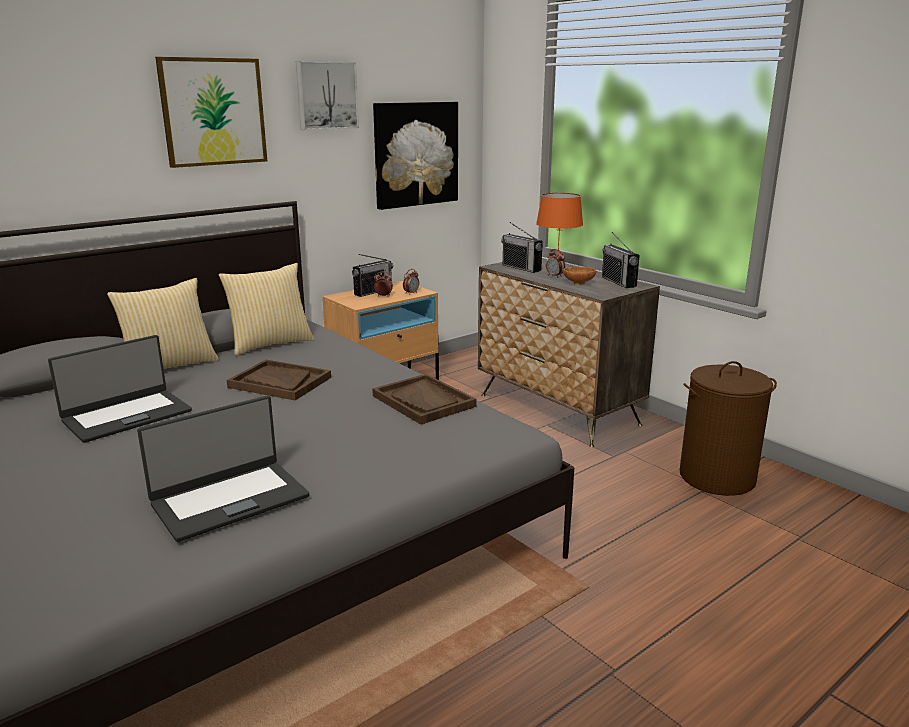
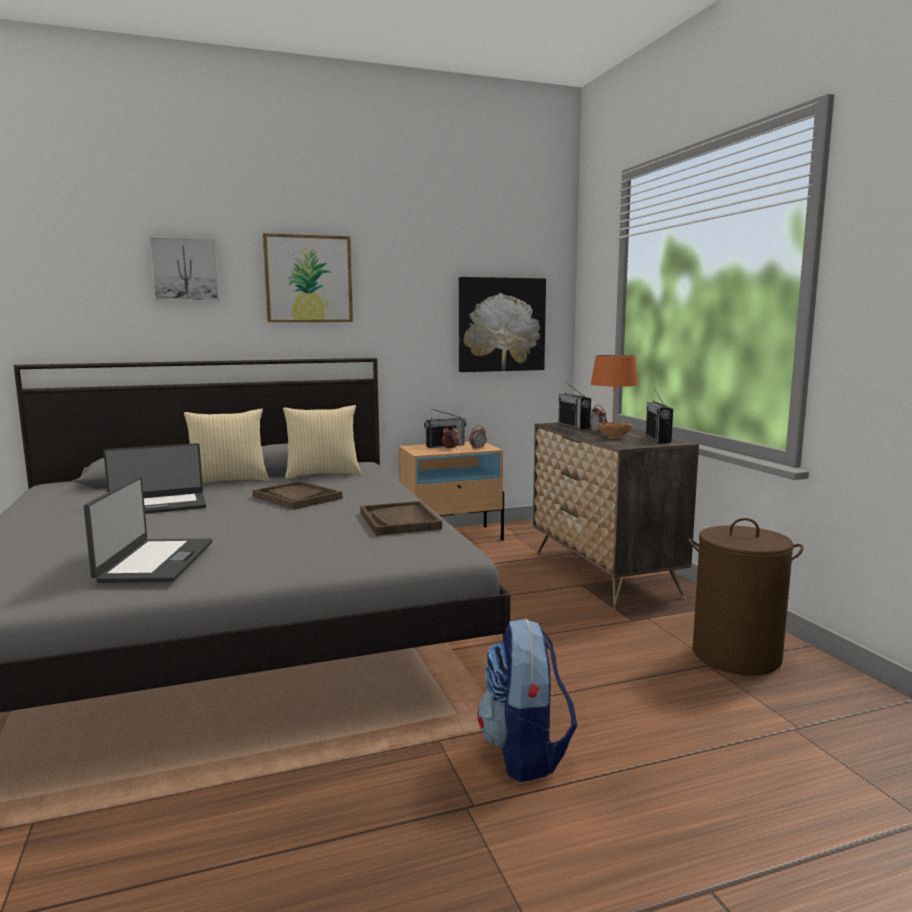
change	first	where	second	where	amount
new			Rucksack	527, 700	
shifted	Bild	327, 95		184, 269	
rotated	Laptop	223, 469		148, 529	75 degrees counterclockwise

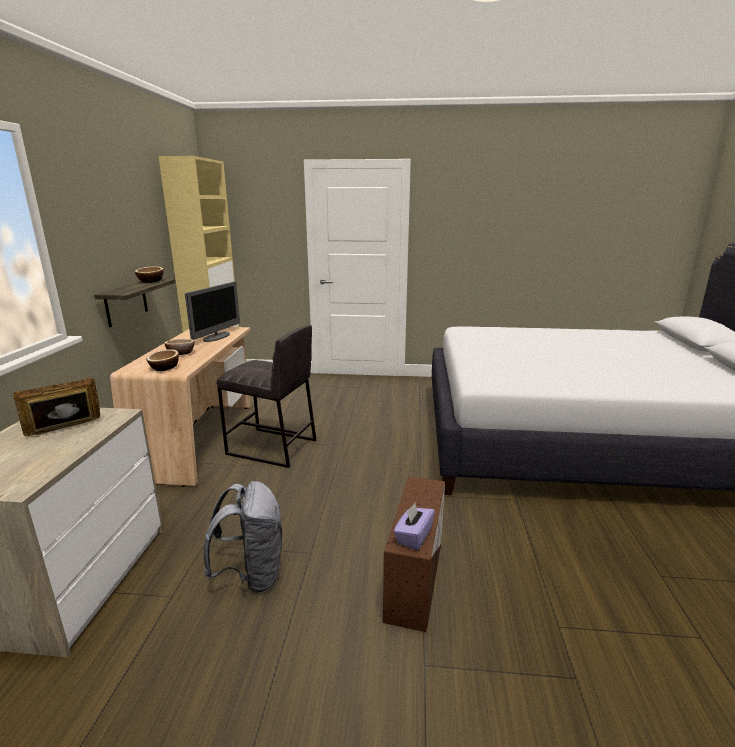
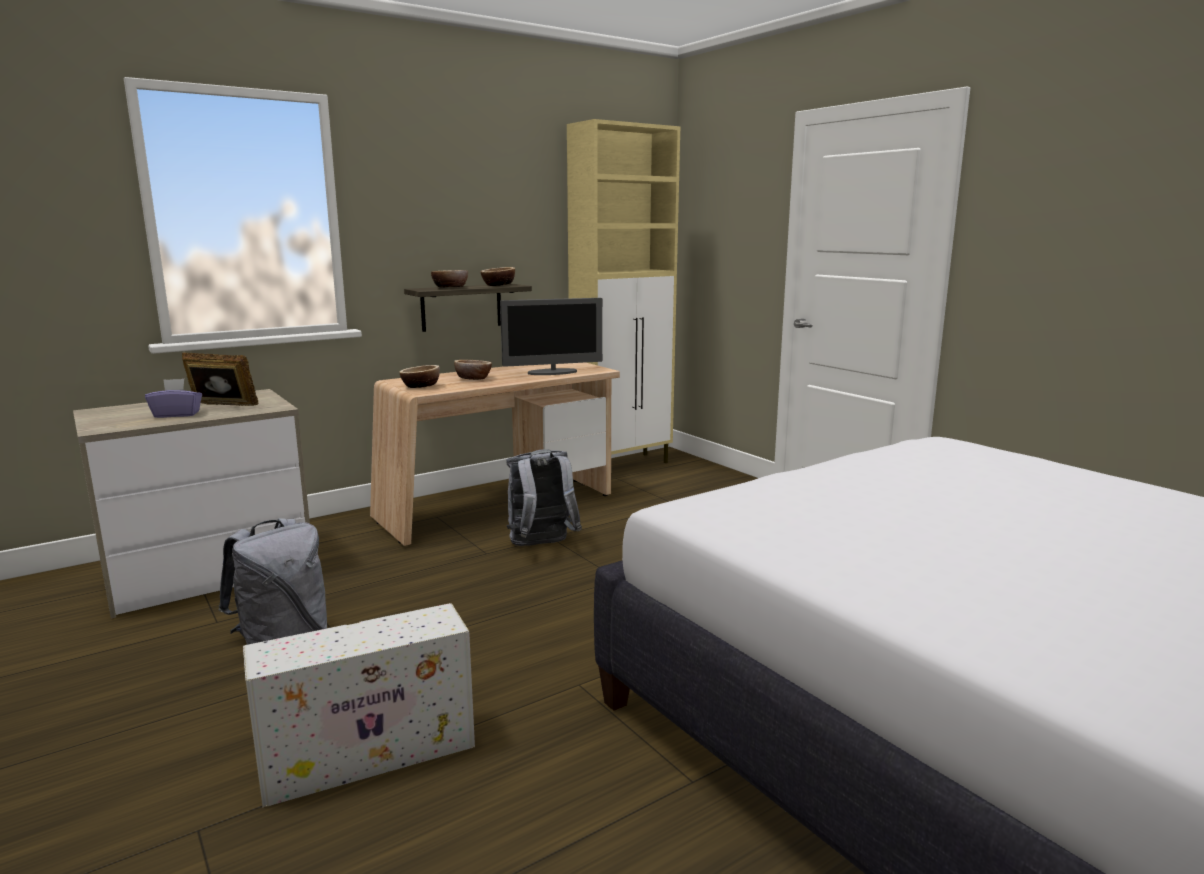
change	first	where	second	where	amount
new			Schüssel	449, 279	
shifted	Taschentuchbox/lila	414, 526		173, 398	
swapped	Hocker/grau	266, 396	Rucksack/grau	544, 497	
repainted	Aufbewahrungsbox/braun	414, 554	Aufbewahrungsbox/weiß	359, 705	

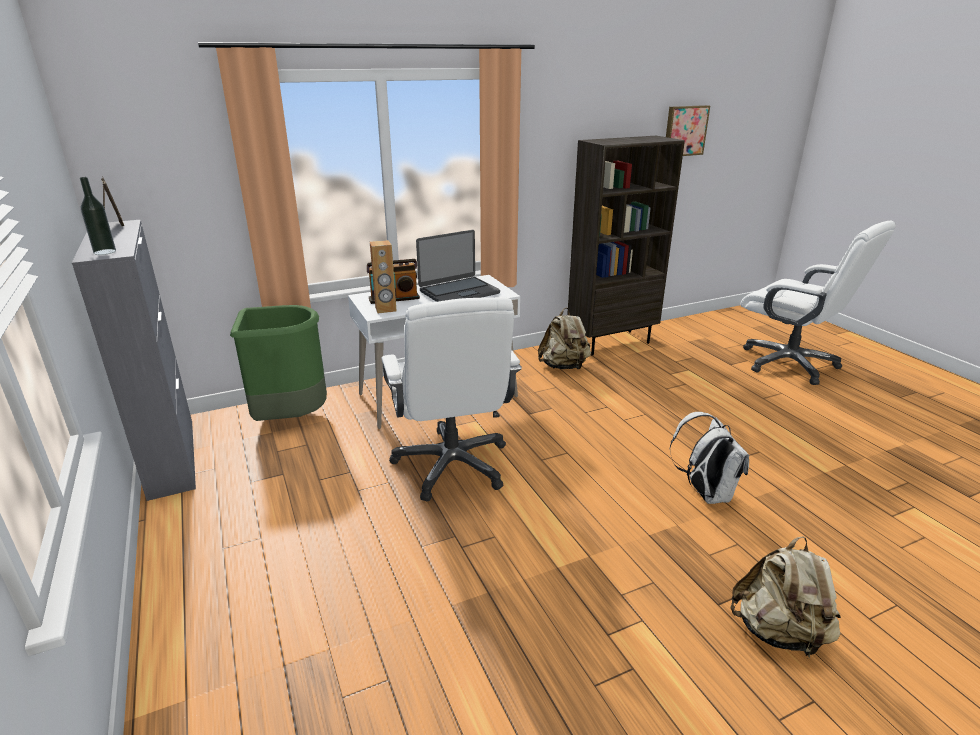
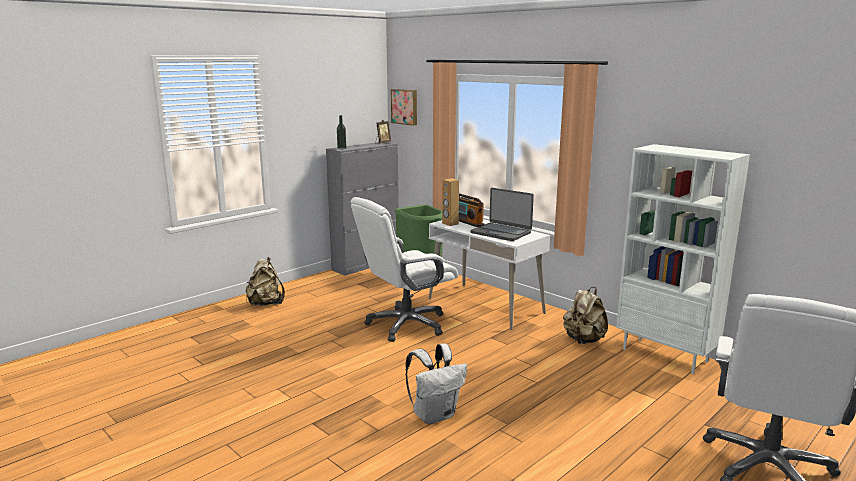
change	first	where	second	where	amount
shifted	Bild	688, 130		404, 107	
shifted	Rucksack/beige	785, 597		265, 281	
repainted	Bücherregal/braun	626, 246	Bücherregal/weiß	683, 259	

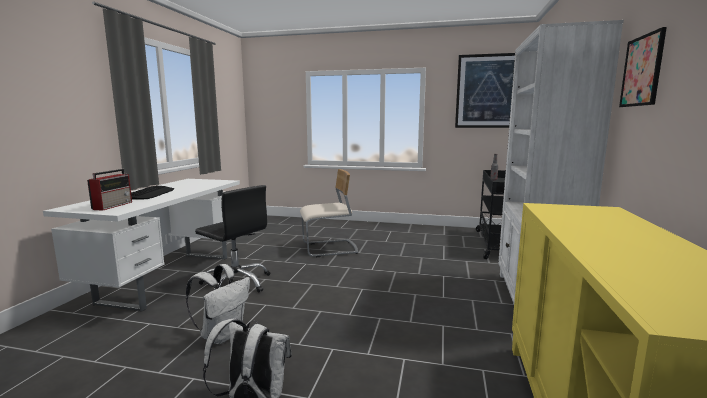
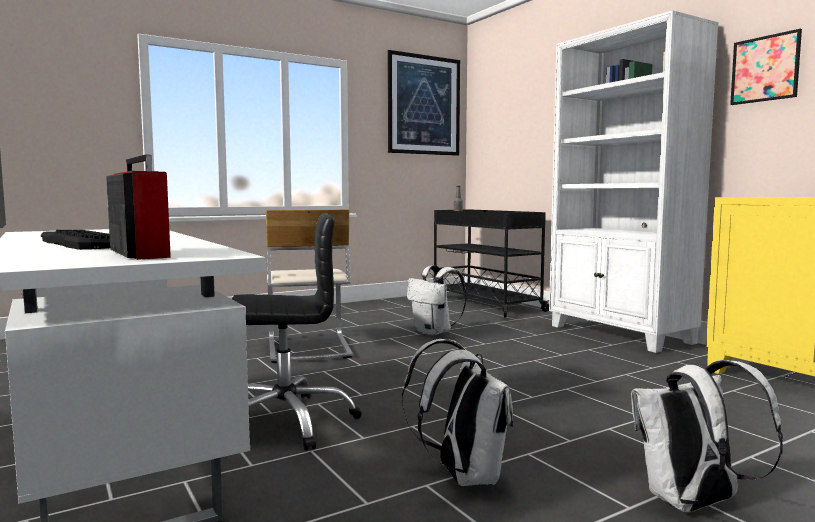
change	first	where	second	where	amount
new			Rucksack/weiß	437, 300	
rotated	Stuhl/beige	329, 213		309, 286	135 degrees clockwise

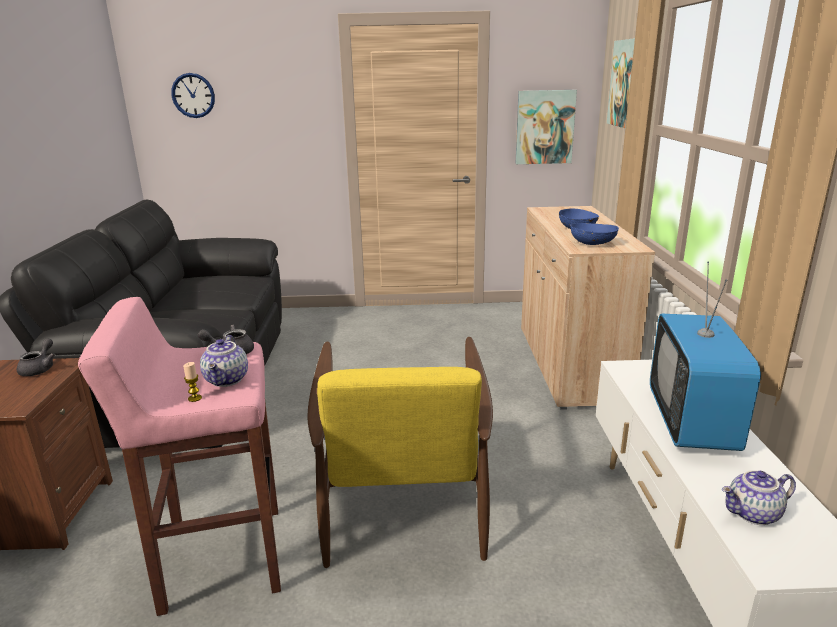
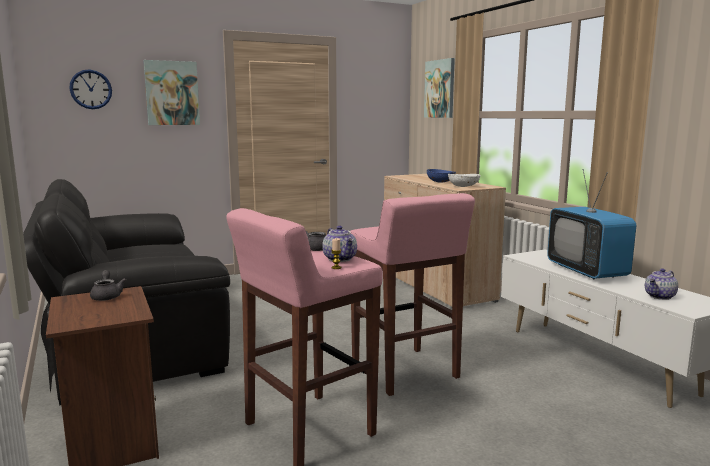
change	first	where	second	where	amount
shifted	Bild	546, 127		171, 92	
swapped	Sessel/gelb	400, 452	Hocker/rosa	412, 294	
repainted	Schüssel/blau	594, 234	Schüssel/weiß	464, 180	

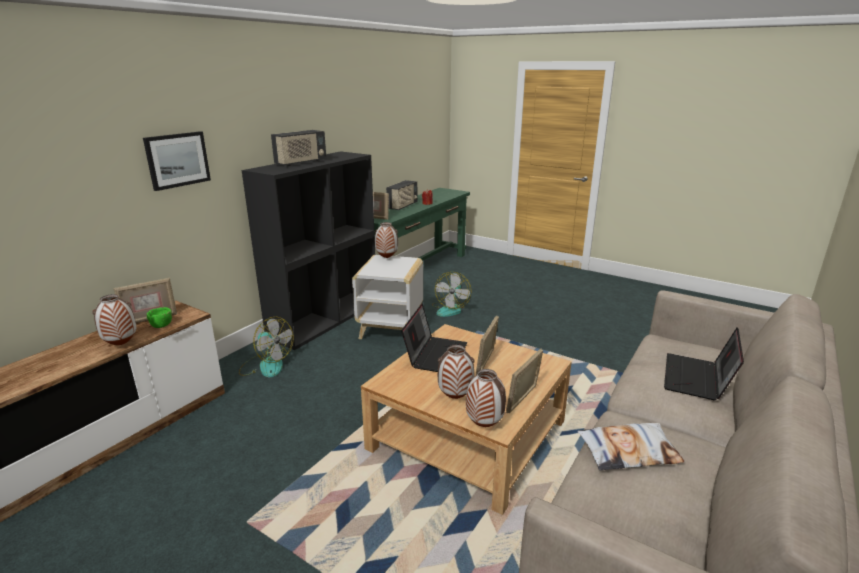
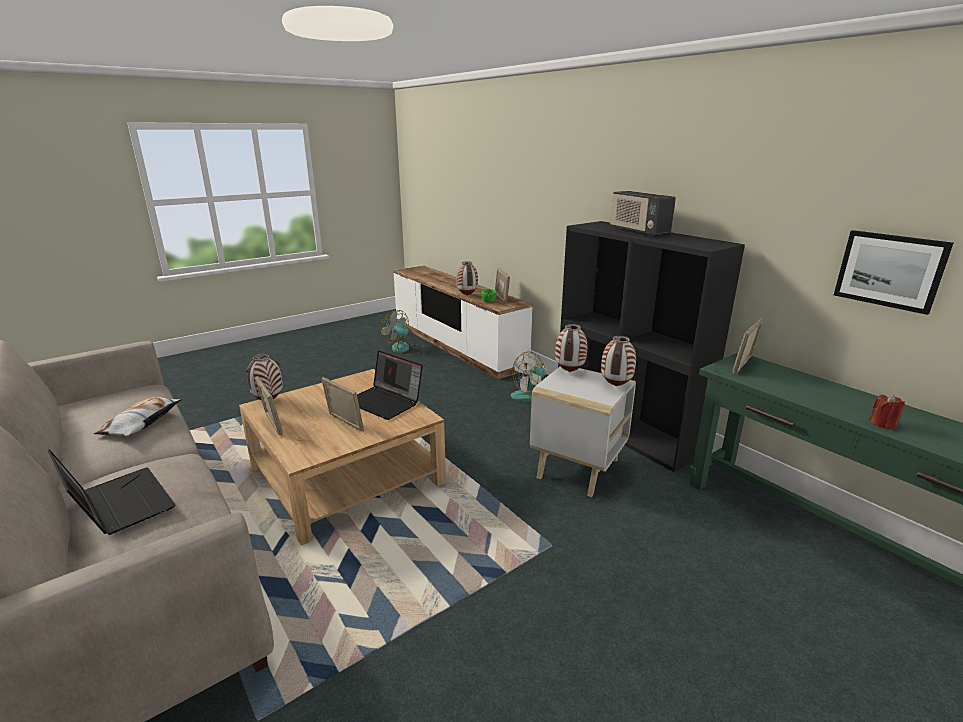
change	first	where	second	where	amount
gone	Radio	402, 195			
shifted	Bild	177, 161		893, 272	
shifted	Ventilator	451, 294		402, 332	
shifted	Vase	456, 372		571, 348	

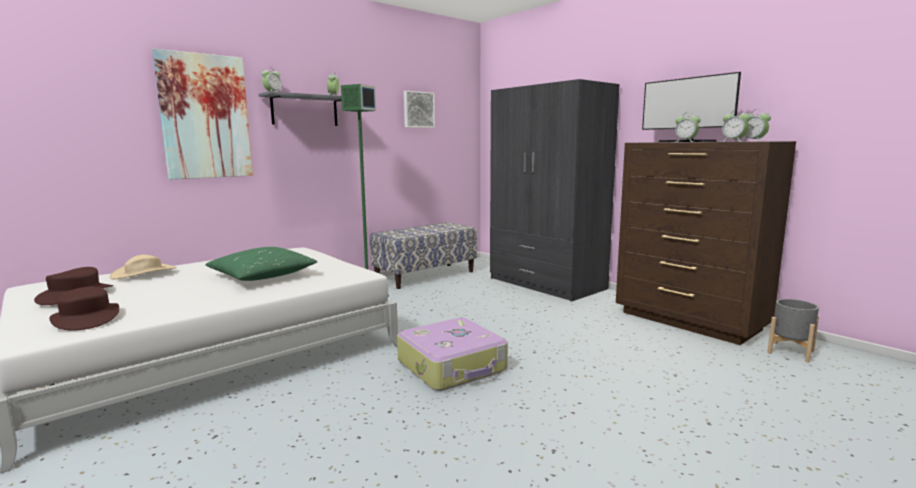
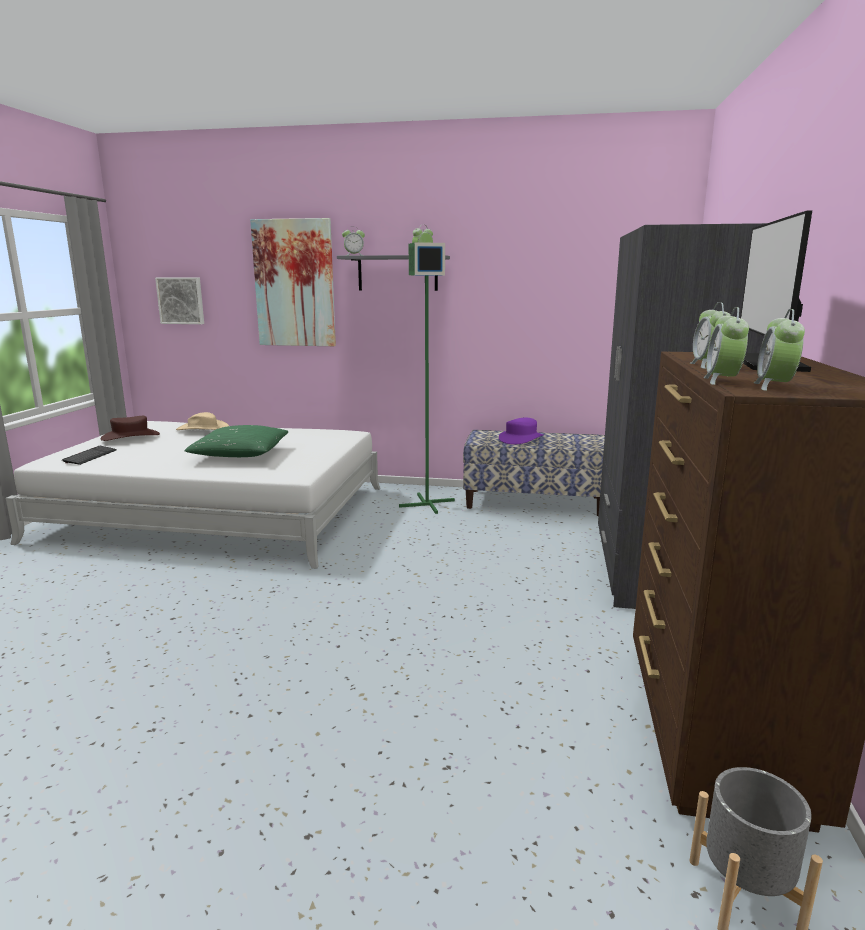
change	first	where	second	where	amount
gone	Koffer	452, 354			
new			Hut/lila	521, 431	
shifted	Bild	419, 109		179, 301	
swapped	Hut/braun	84, 309	Tastatur	89, 455	

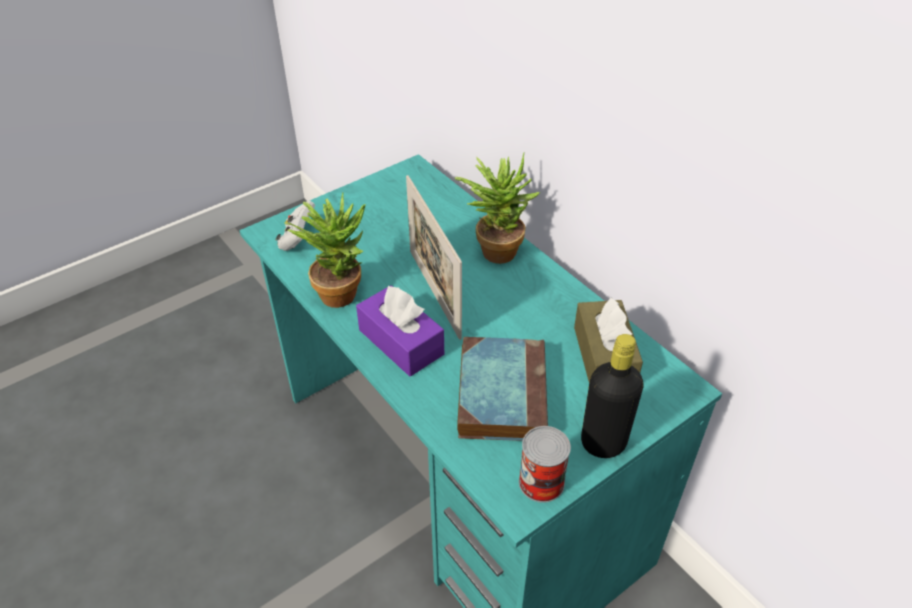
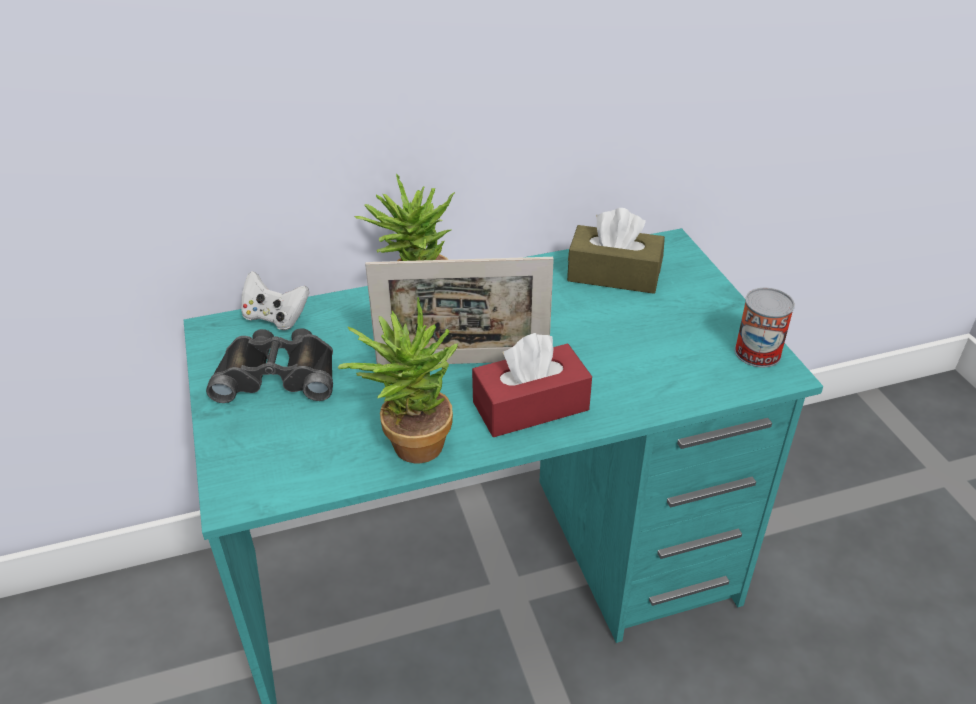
change	first	where	second	where	amount
gone	Buch	502, 389			
gone	Flasche/schwarz	612, 396			
new			Fernglas/schwarz	269, 365	
shifted	Gamepad/weiß	295, 226		275, 300	
repainted	Taschentuchbox/lila	400, 330	Taschentuchbox/rot	532, 385	

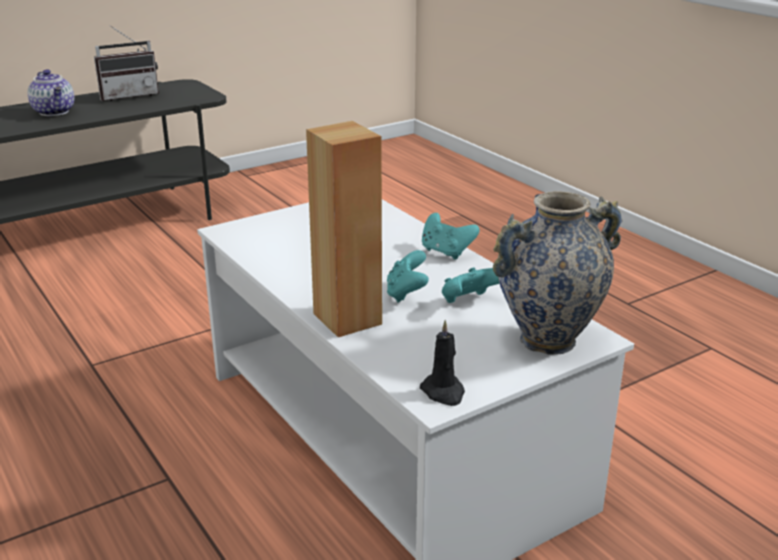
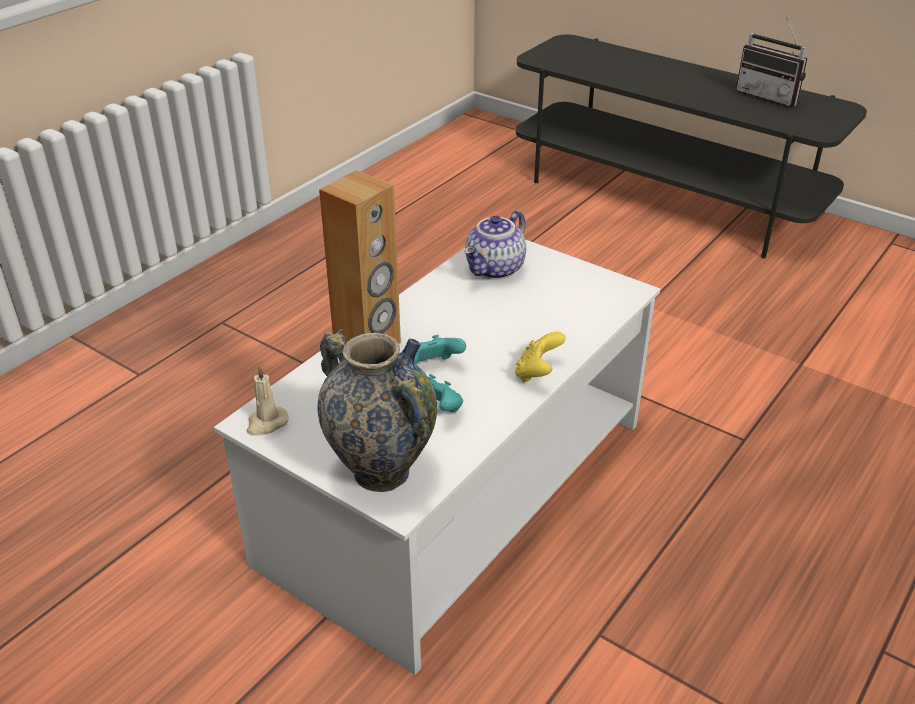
change	first	where	second	where	amount
shifted	Teekanne	51, 92		495, 245	
repainted	Kerze/schwarz	442, 363	Kerze/beige	268, 400	
repainted	Gamepad/türkis	451, 236	Gamepad/gelb	540, 357	

